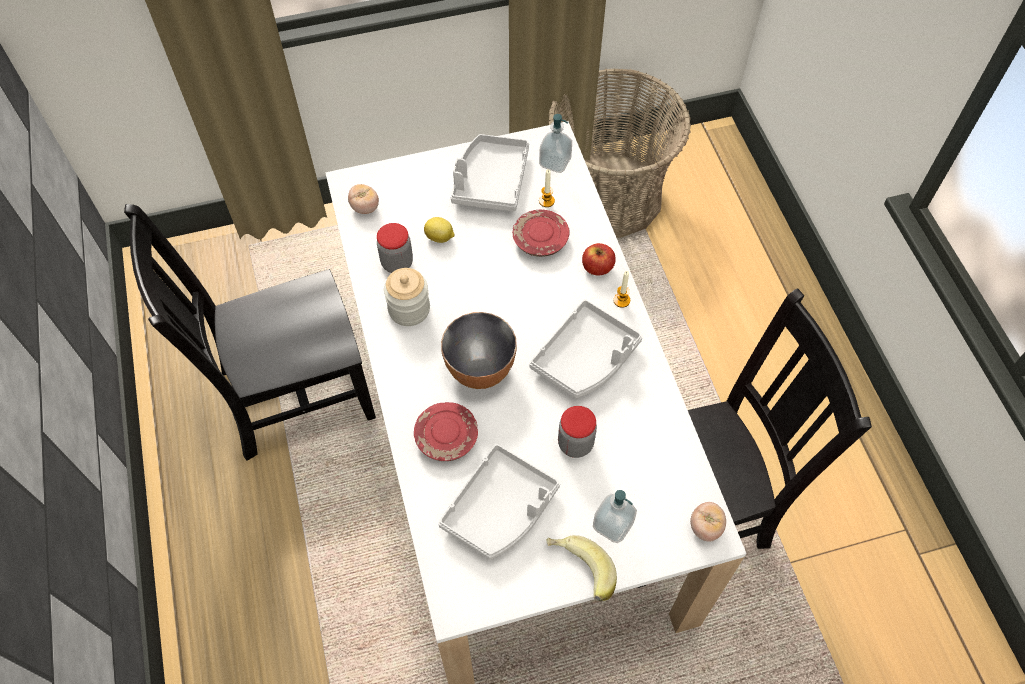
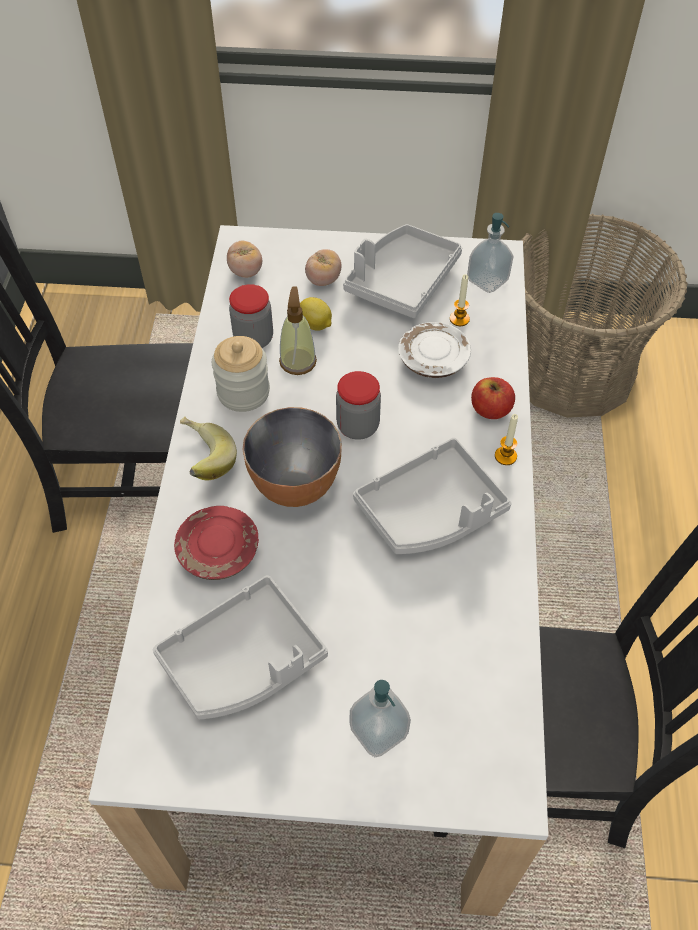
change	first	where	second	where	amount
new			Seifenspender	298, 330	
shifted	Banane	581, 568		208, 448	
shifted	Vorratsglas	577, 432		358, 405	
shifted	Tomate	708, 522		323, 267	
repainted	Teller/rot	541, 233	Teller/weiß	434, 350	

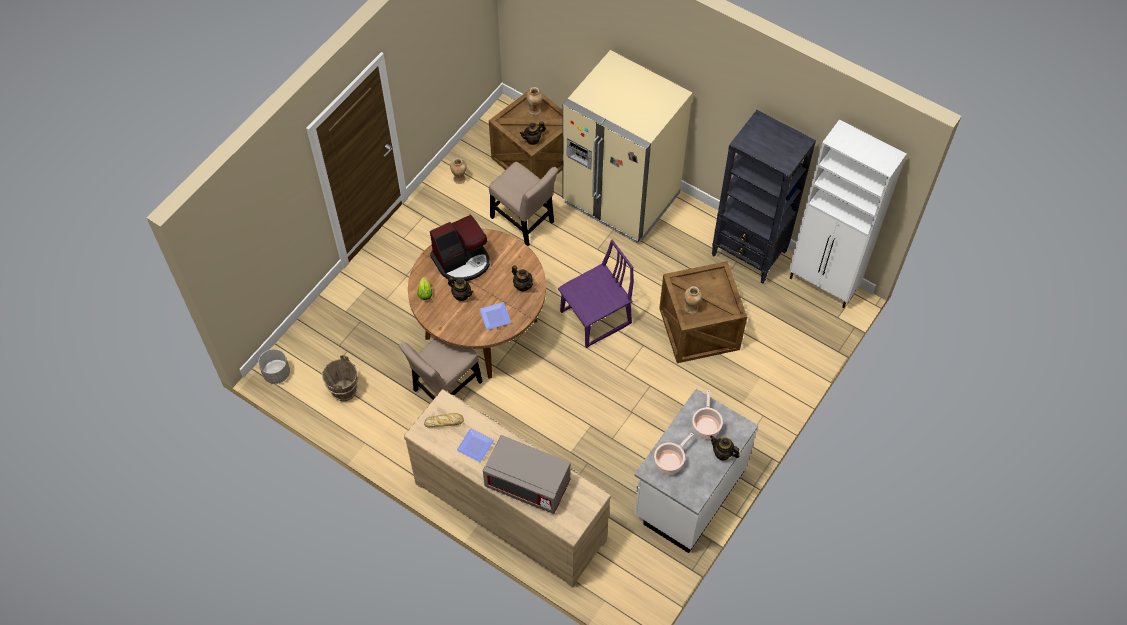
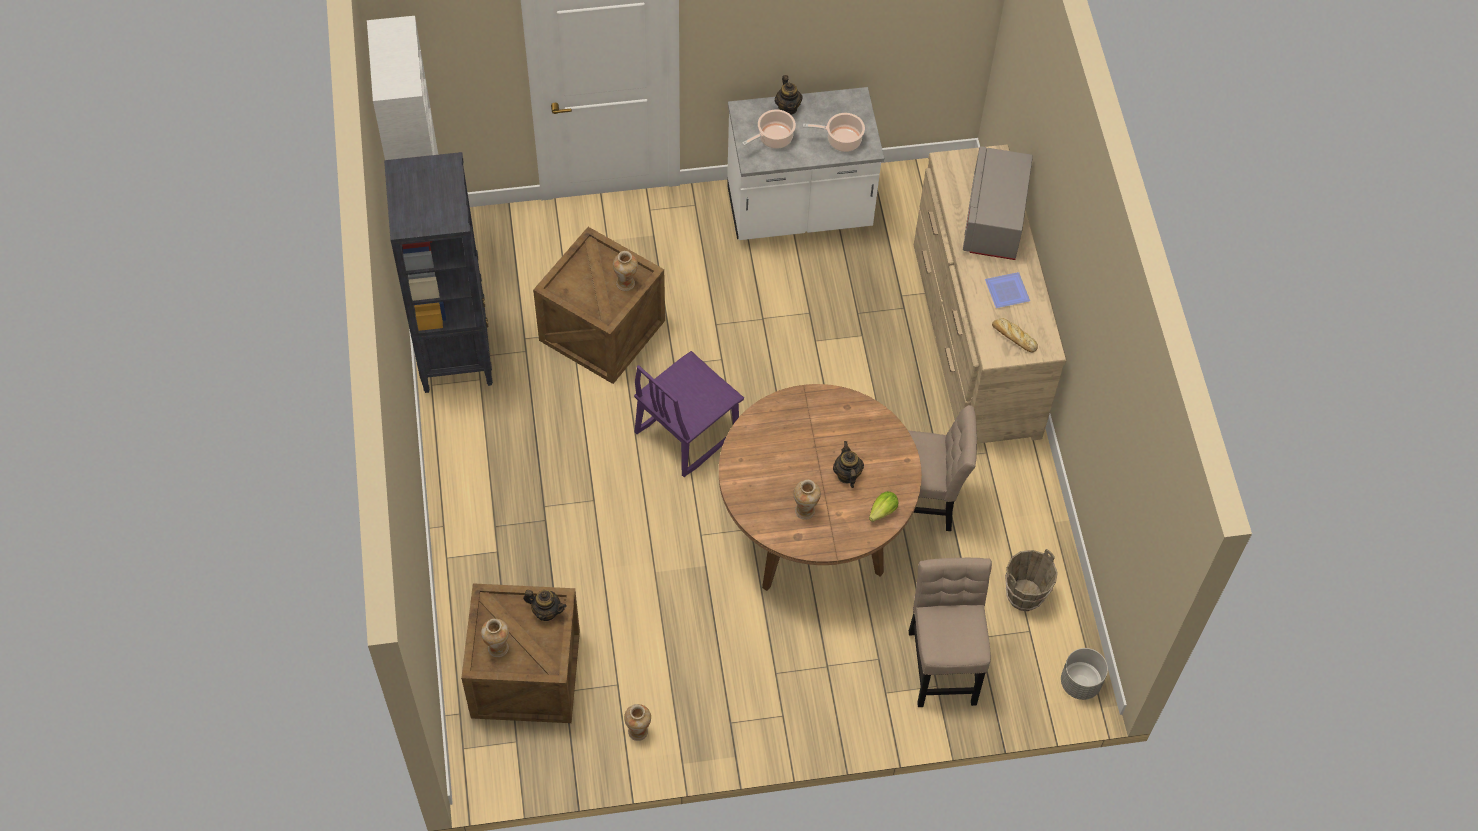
change	first	where	second	where	amount
gone	Teller	495, 316			
gone	Teekanne	522, 278			
gone	Kühlschrank/beige	627, 147			
shifted	Stuhl/beige	523, 204		950, 632	
swapped	Kaffeemaschine	460, 248	Vase	807, 500	
rotated	Mikrowelle/grau	527, 474		998, 203	150 degrees counterclockwise
rotated	Stuhl/lila	596, 294		689, 414	60 degrees counterclockwise

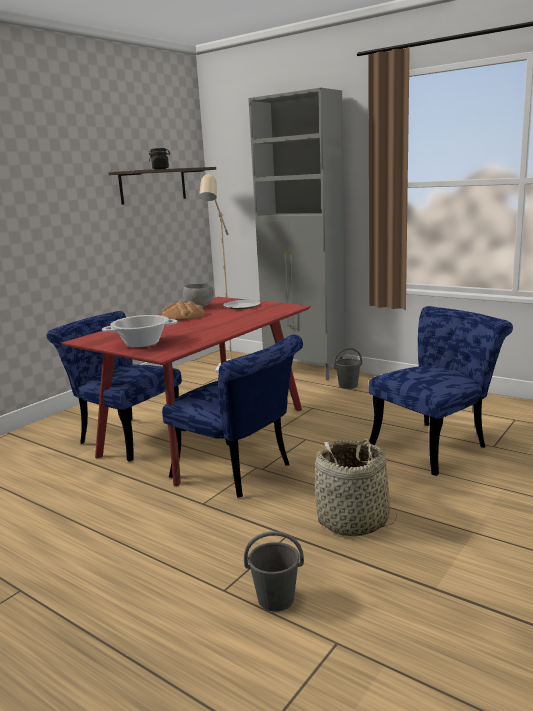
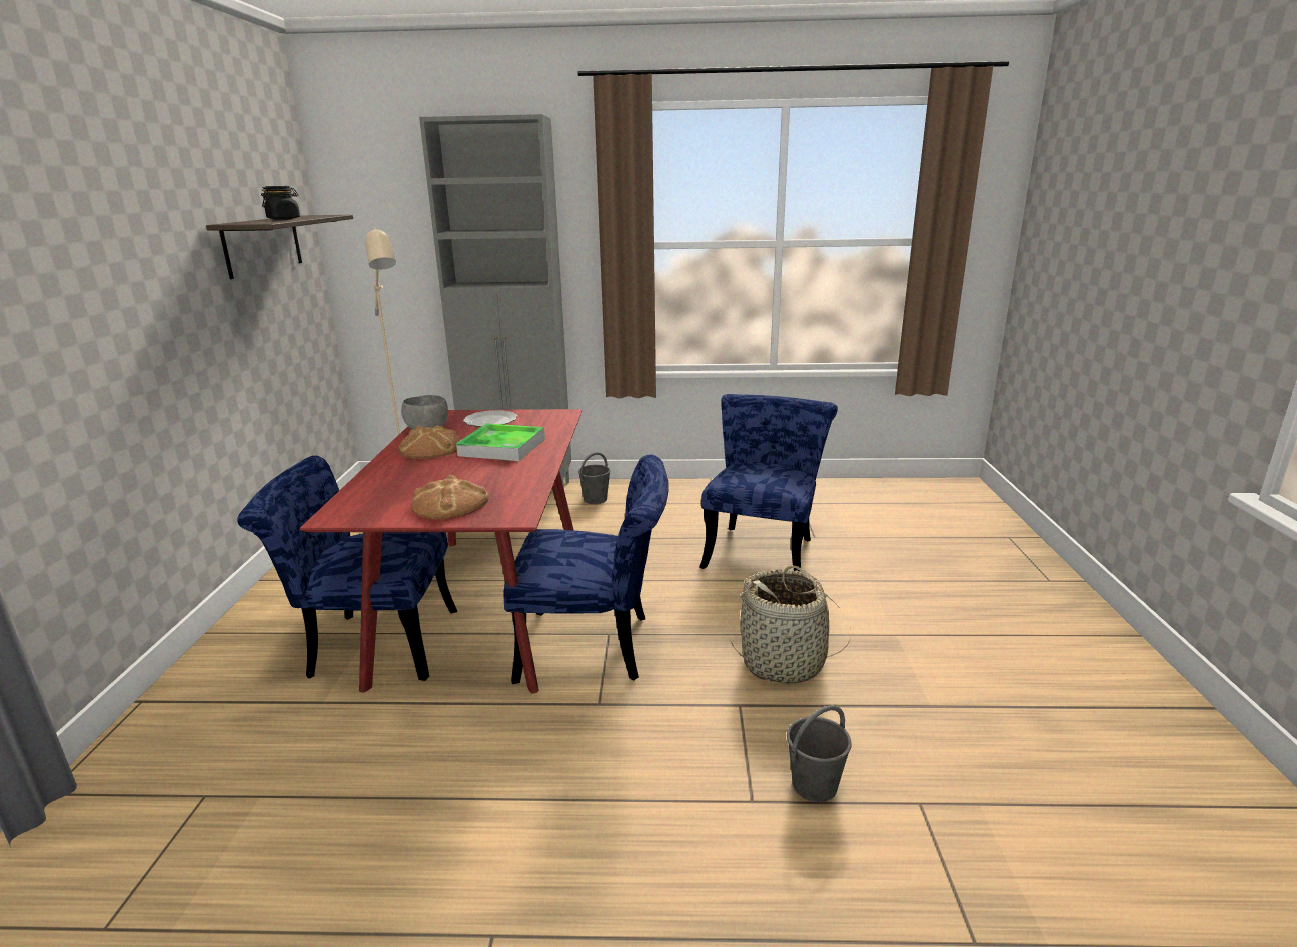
change	first	where	second	where	amount
new			Tablett	500, 442	
swapped	Kochtopf	139, 331	Brot	450, 497	

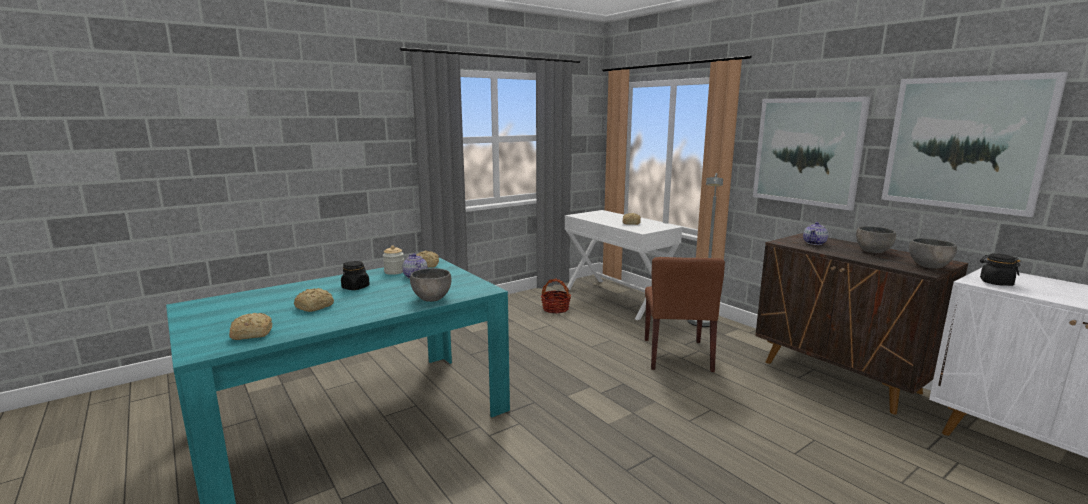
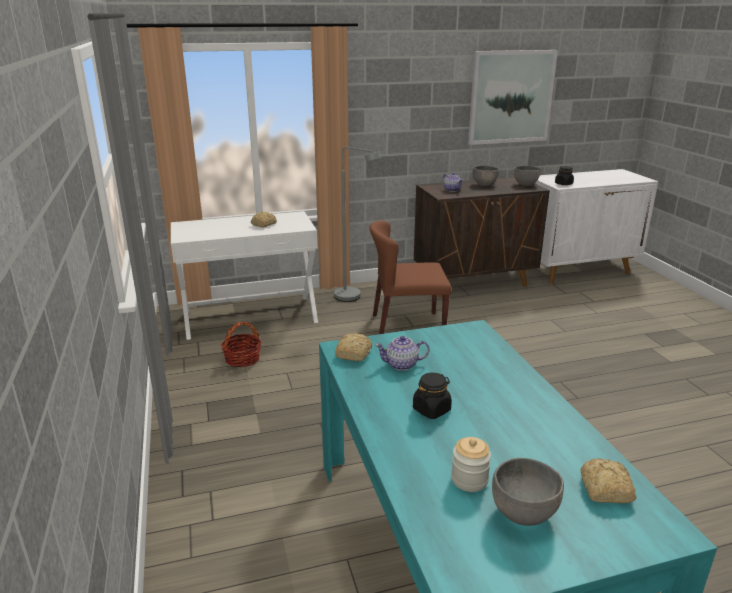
change	first	where	second	where	amount
gone	Brot	314, 300			
gone	Bild	812, 154			
shifted	Vorratsglas	393, 260		471, 464	
shifted	Schüssel/grau	431, 285		528, 492	
rotated	Stuhl/braun	685, 314		410, 277	150 degrees clockwise

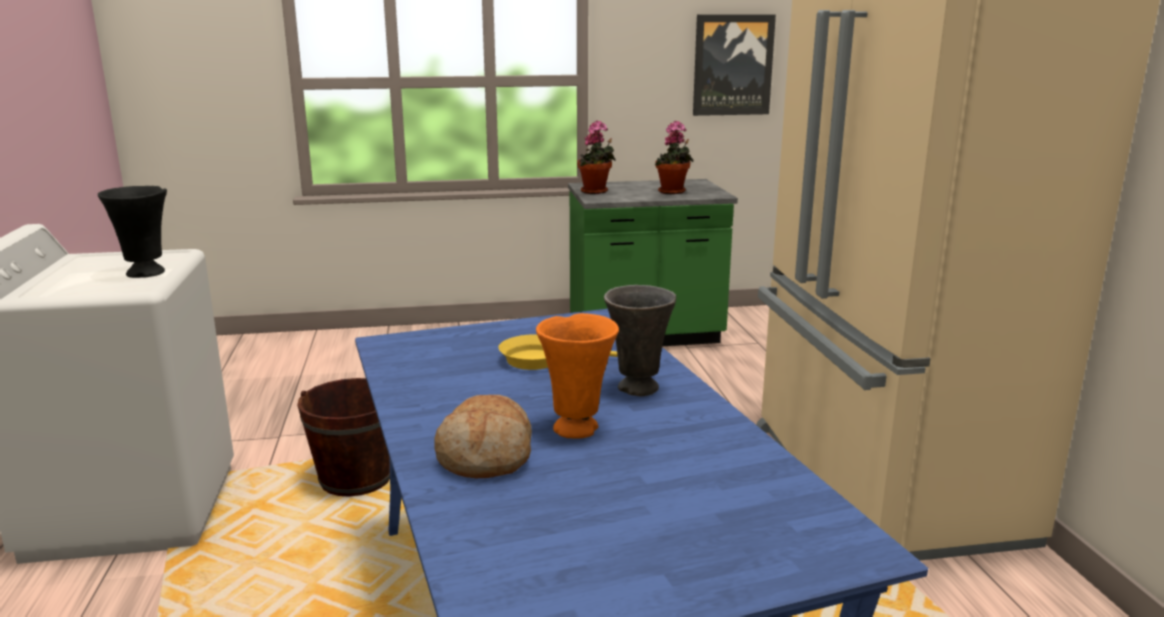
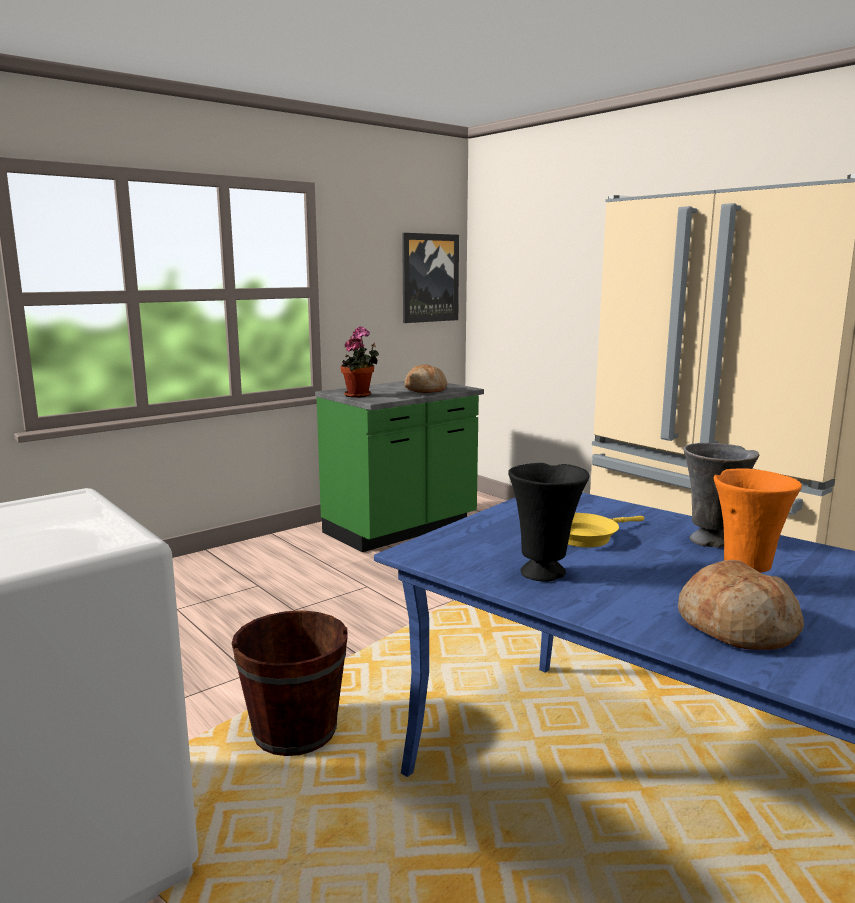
change	first	where	second	where	amount
shifted	Vase/schwarz	132, 232		549, 522	
swapped	Topfpflanze	674, 158	Brot	425, 378	

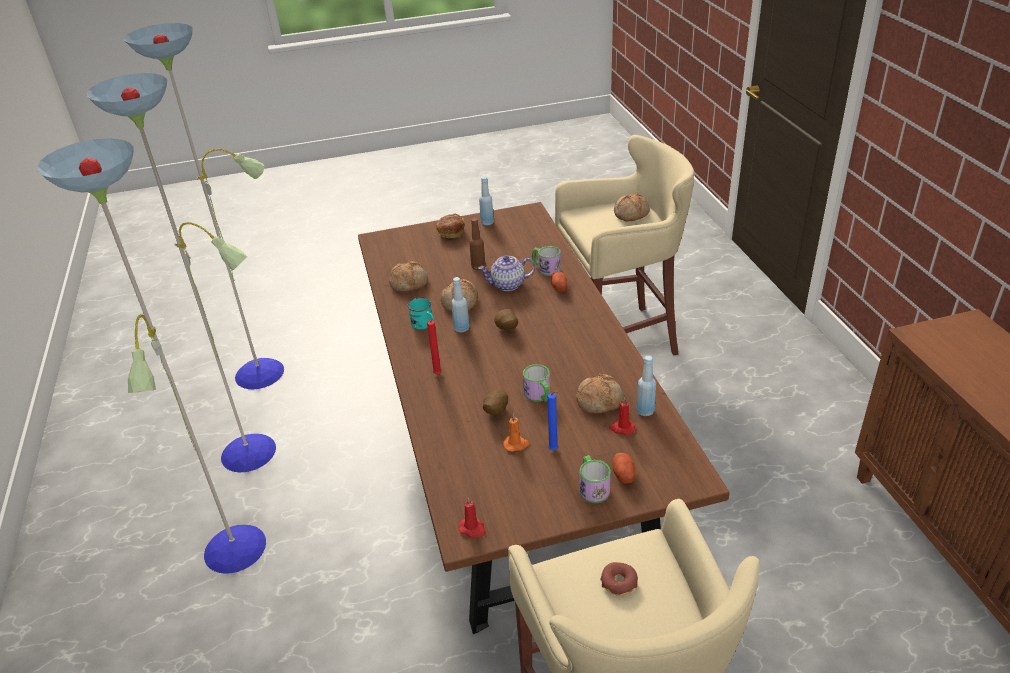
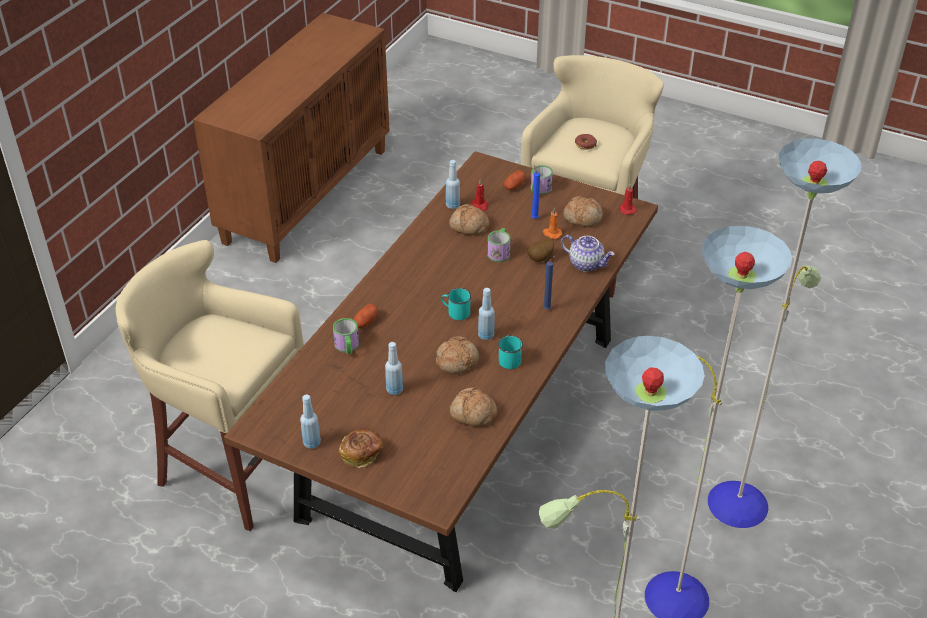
change	first	where	second	where	amount
shifted	Teekanne	506, 273		588, 253	
shifted	Brot	632, 207		583, 211	
swapped	Kartoffel	506, 319	Henkelbecher/türkis	456, 304	
repainted	Kerze/rot	434, 347	Kerze/blau	549, 282	
repainted	Flasche/braun	477, 244	Flasche/blau	394, 368	

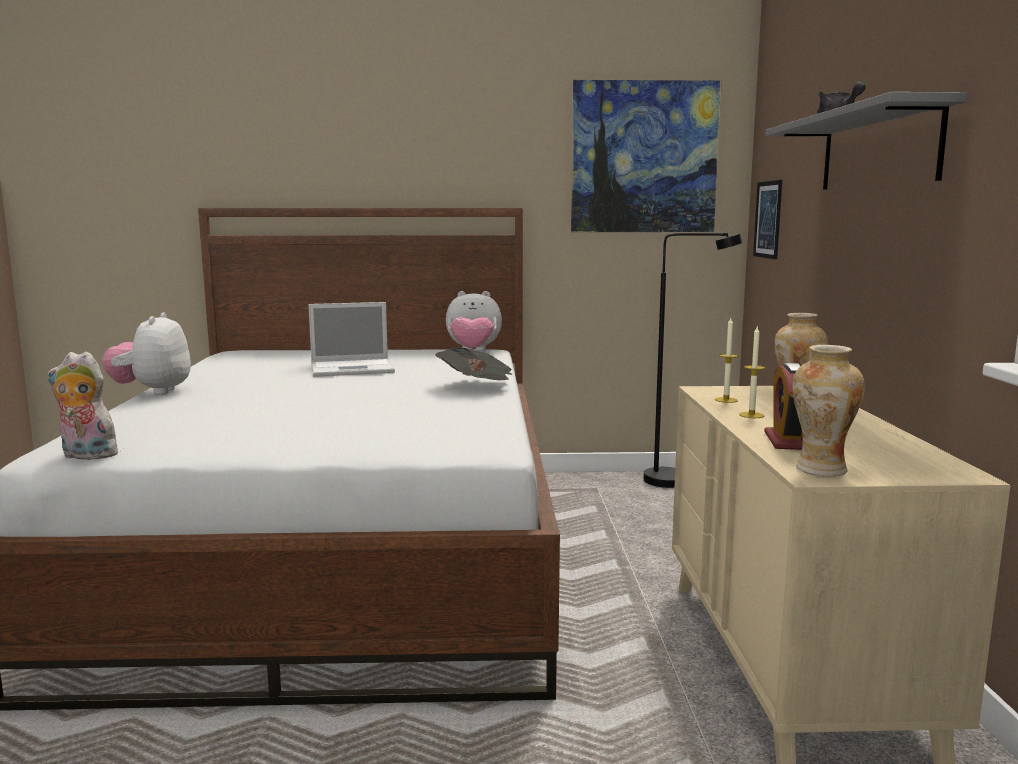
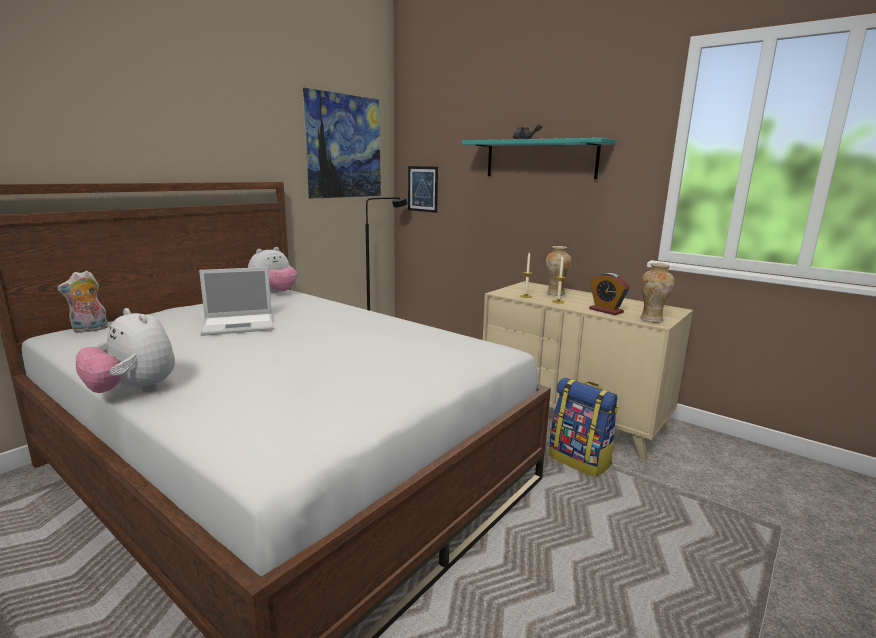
change	first	where	second	where	amount
gone	Zeitung	474, 364			
new			Rucksack	583, 427	
shifted	Plüschtier	84, 405		83, 302	
repainted	Wandregal/grau	867, 141	Wandregal/türkis	538, 158	
rotated	Laptop	352, 339		236, 301	45 degrees clockwise

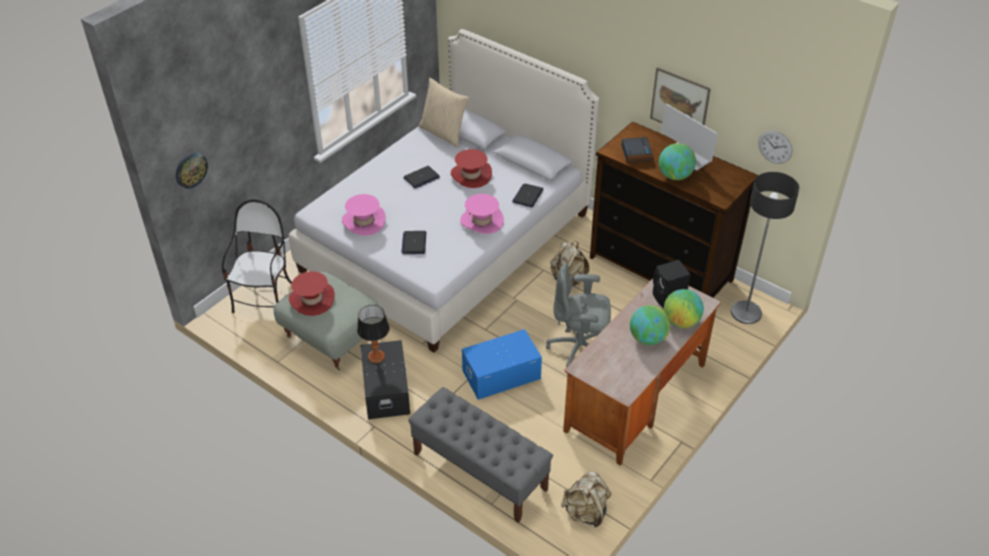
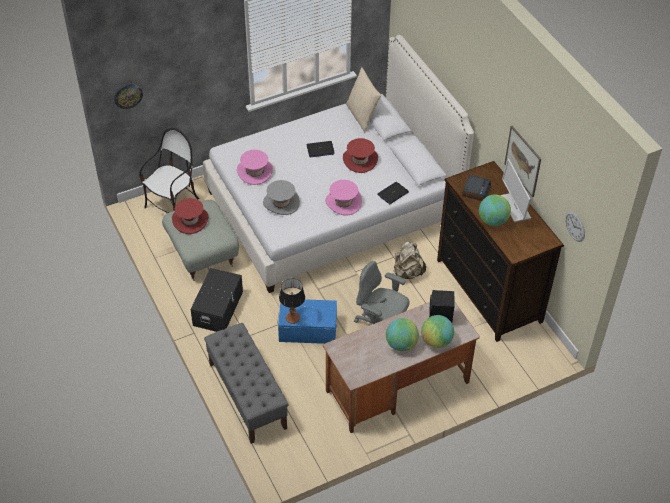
change	first	where	second	where	amount
gone	Rucksack/beige	586, 499			
gone	Stehlampe	765, 248			
shifted	Tischlampe	373, 334		292, 301	
swapped	Laptop	413, 242	Hut/grau	281, 197	

